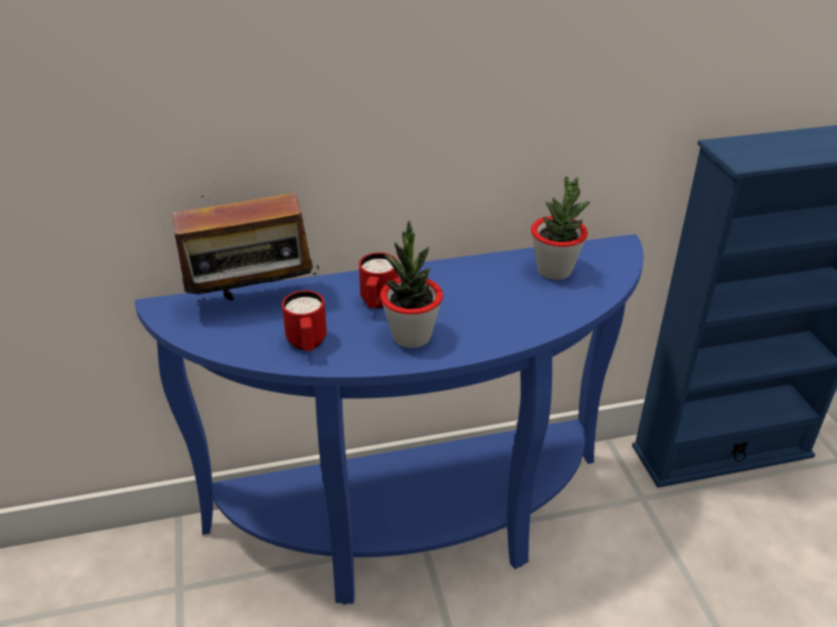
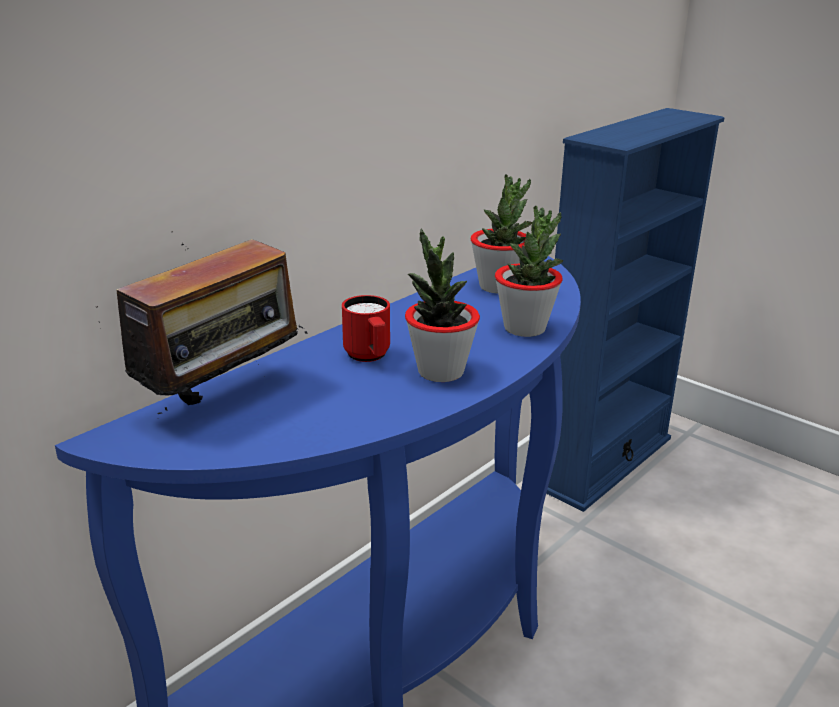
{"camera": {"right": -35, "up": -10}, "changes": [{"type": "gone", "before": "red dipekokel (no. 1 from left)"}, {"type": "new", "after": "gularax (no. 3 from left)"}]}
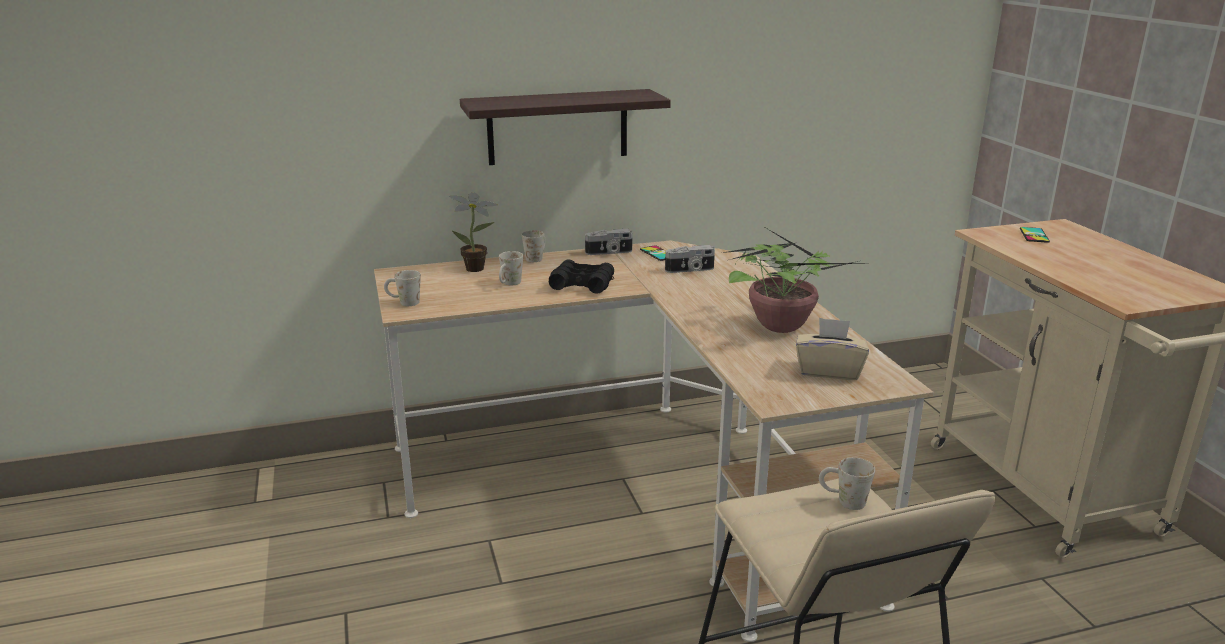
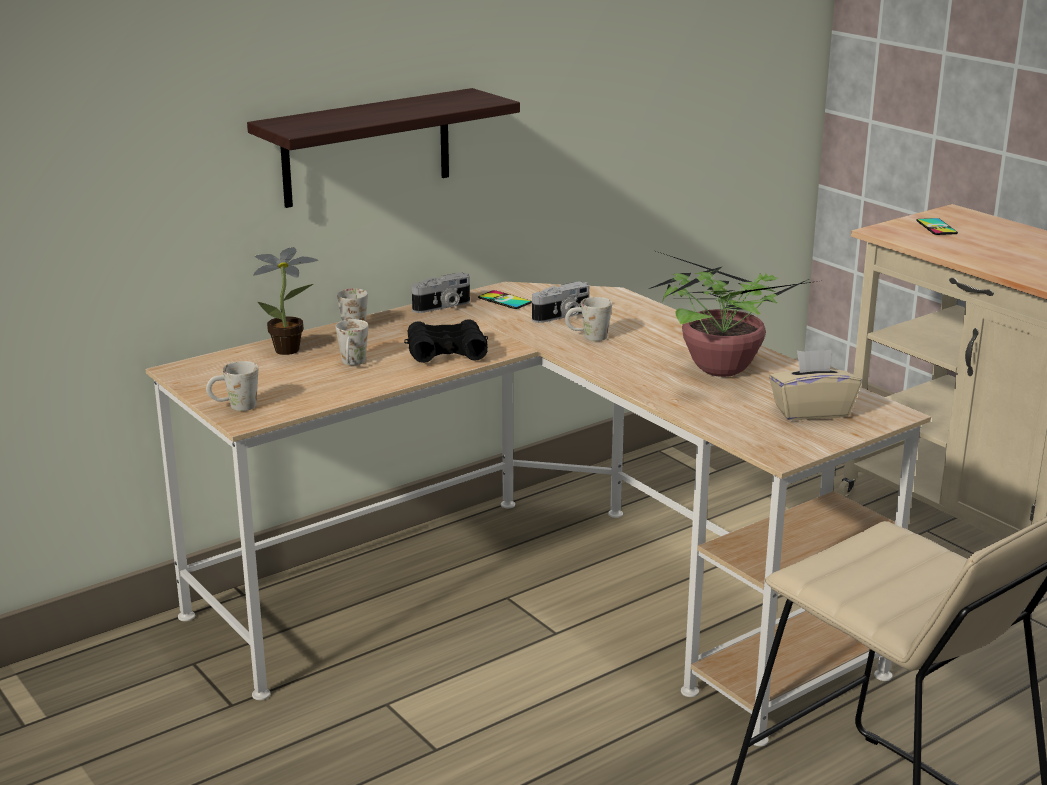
{"camera": {"right": -20, "up": 0}, "changes": [{"type": "shifted", "before": "white dipekokel (no. 4 from left)"}]}
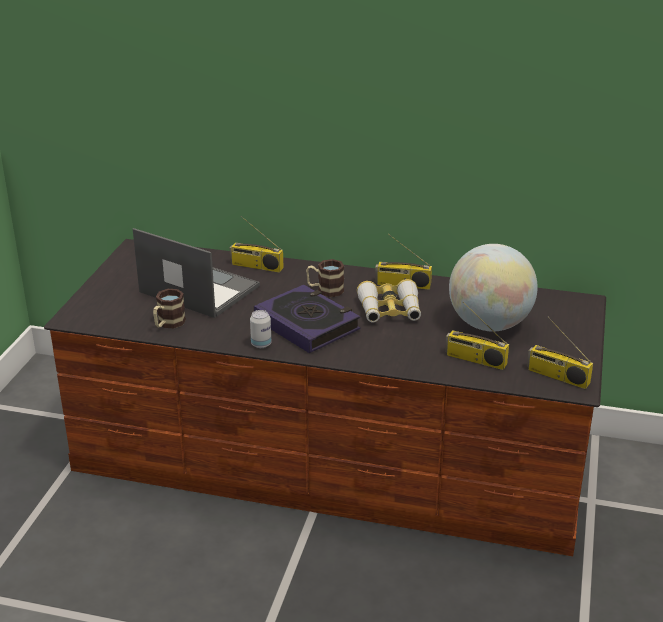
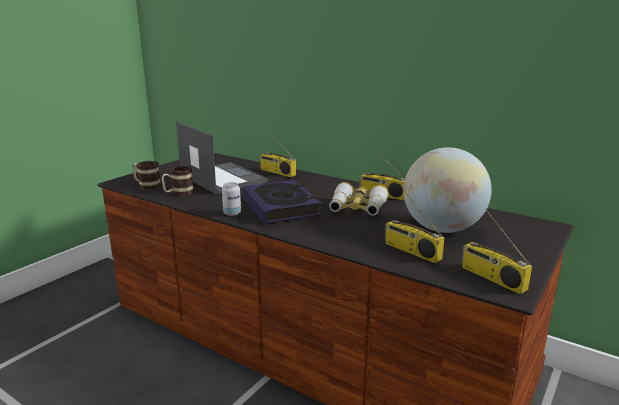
{"camera": {"right": 20, "up": -10}, "changes": [{"type": "shifted", "before": "dipekokel (no. 2 from left in the first image)", "after": "dipekokel (no. 1 from left)"}]}
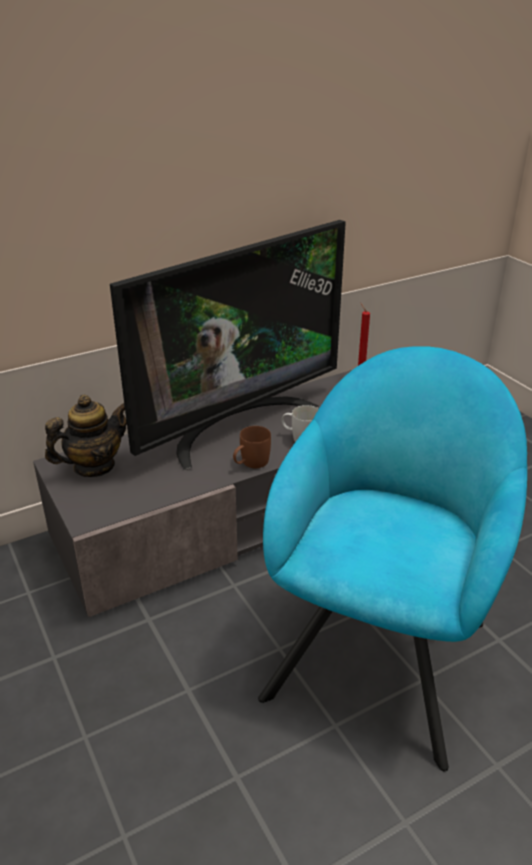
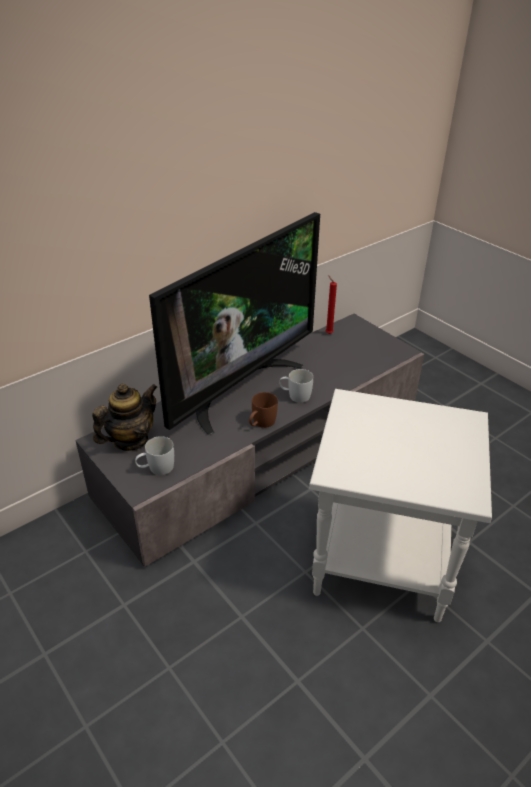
{"camera": {"right": -10, "up": 5}, "changes": [{"type": "swapped", "before": "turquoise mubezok", "after": "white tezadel"}, {"type": "new", "after": "white dipekokel (no. 1 from left)"}]}
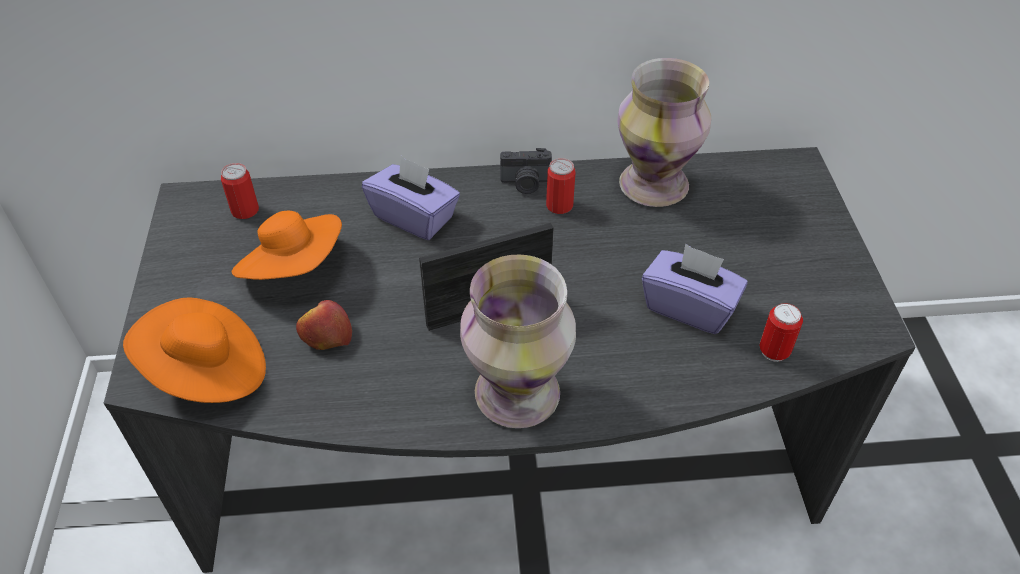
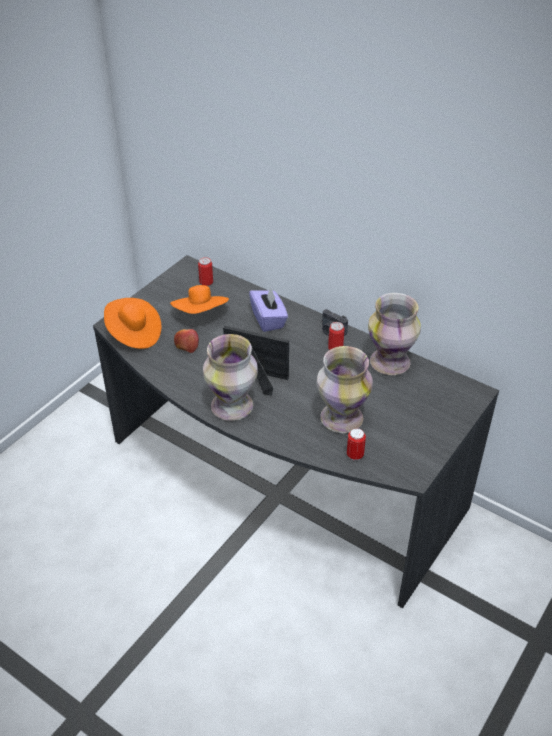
{"camera": {"right": 40, "up": -5}, "changes": [{"type": "swapped", "before": "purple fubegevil (no. 2 from left)", "after": "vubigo (no. 2 from left)"}]}
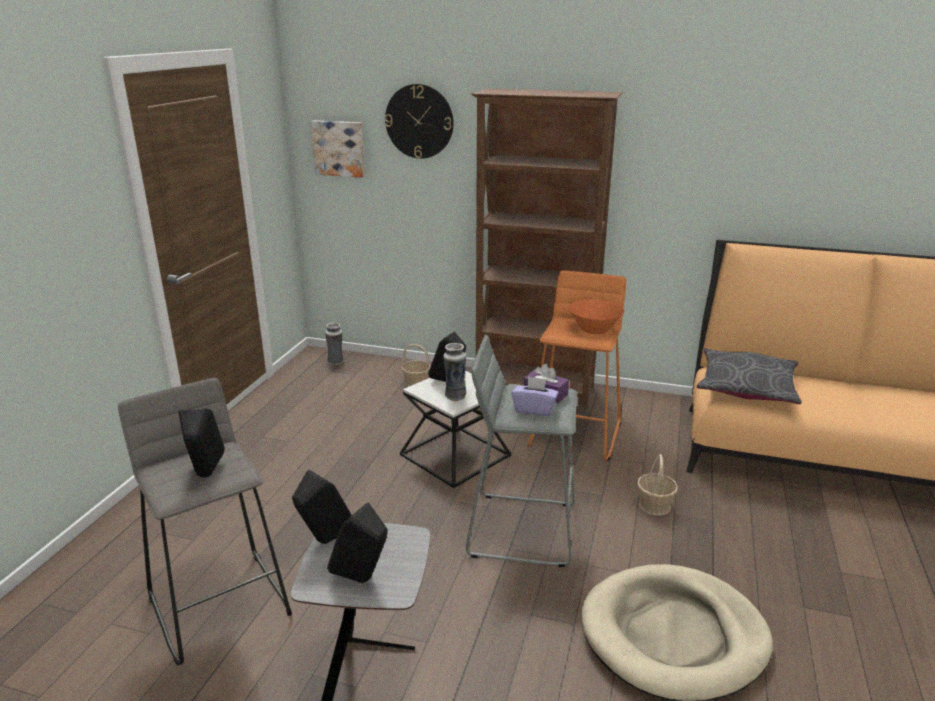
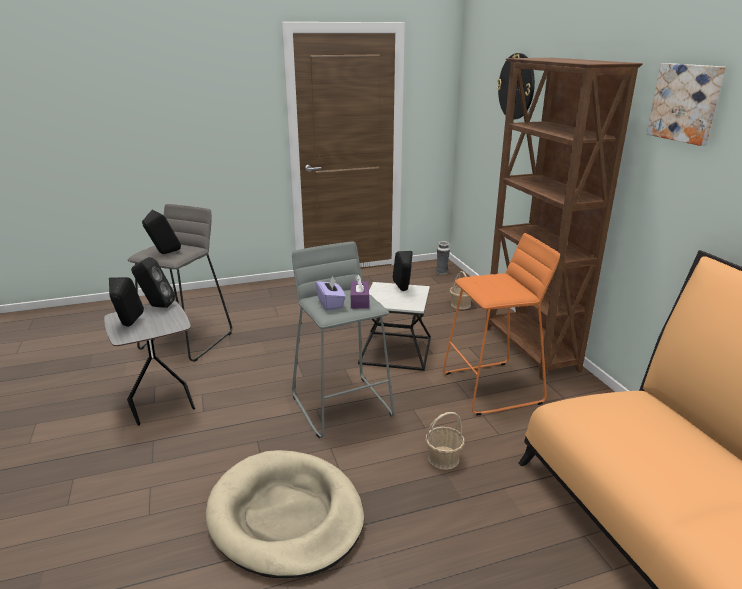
{"camera": {"right": 55, "up": 0}, "changes": [{"type": "shifted", "before": "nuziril"}, {"type": "gone", "before": "vubigo (no. 2 from left)"}, {"type": "gone", "before": "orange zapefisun"}, {"type": "gone", "before": "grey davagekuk"}]}
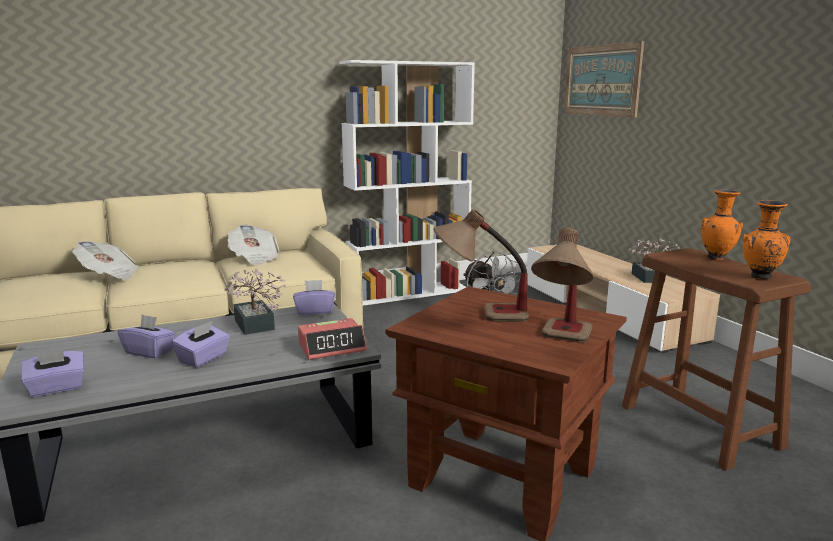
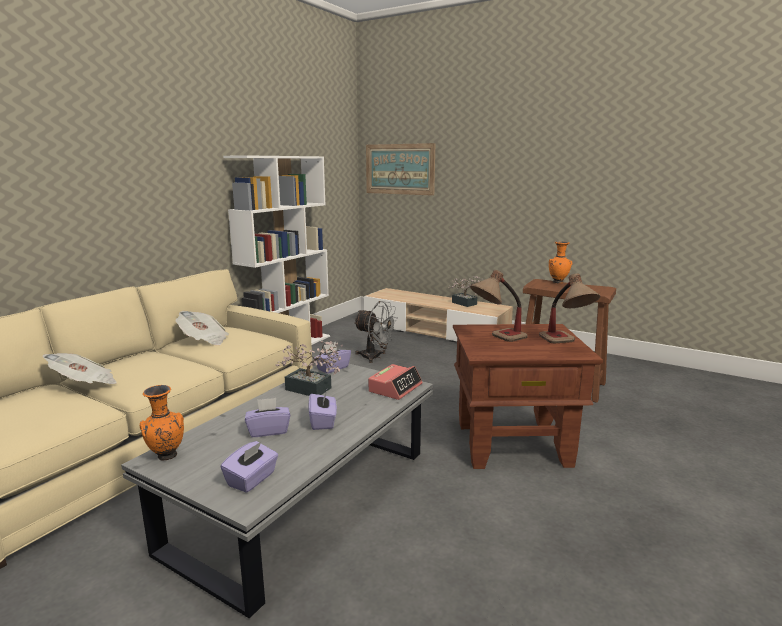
{"camera": {"right": -35, "up": 0}, "changes": [{"type": "shifted", "before": "orange vubigo (no. 2 from left in the first image)", "after": "orange vubigo (no. 1 from left)"}]}
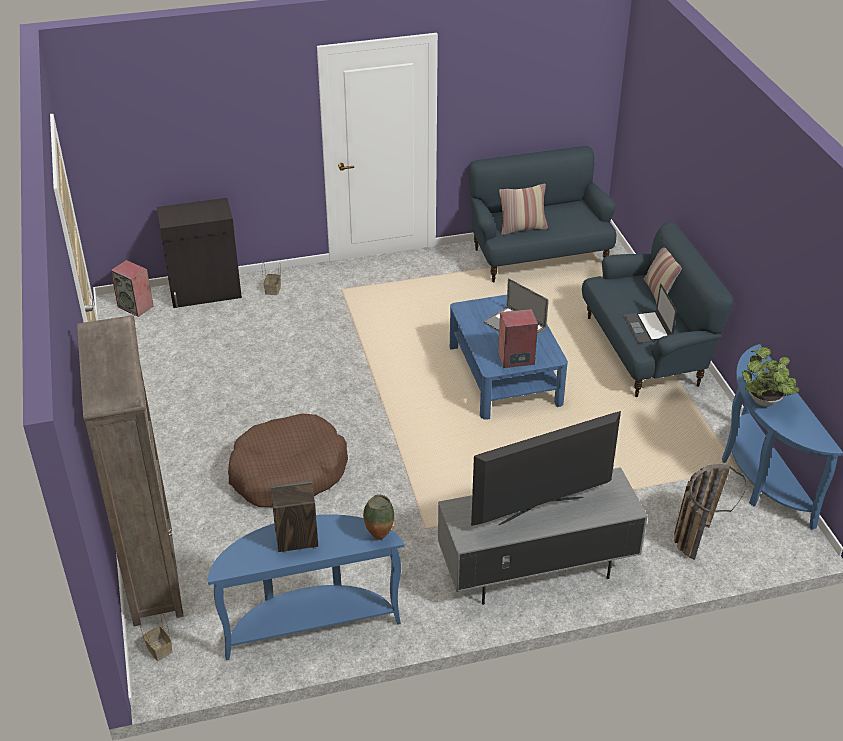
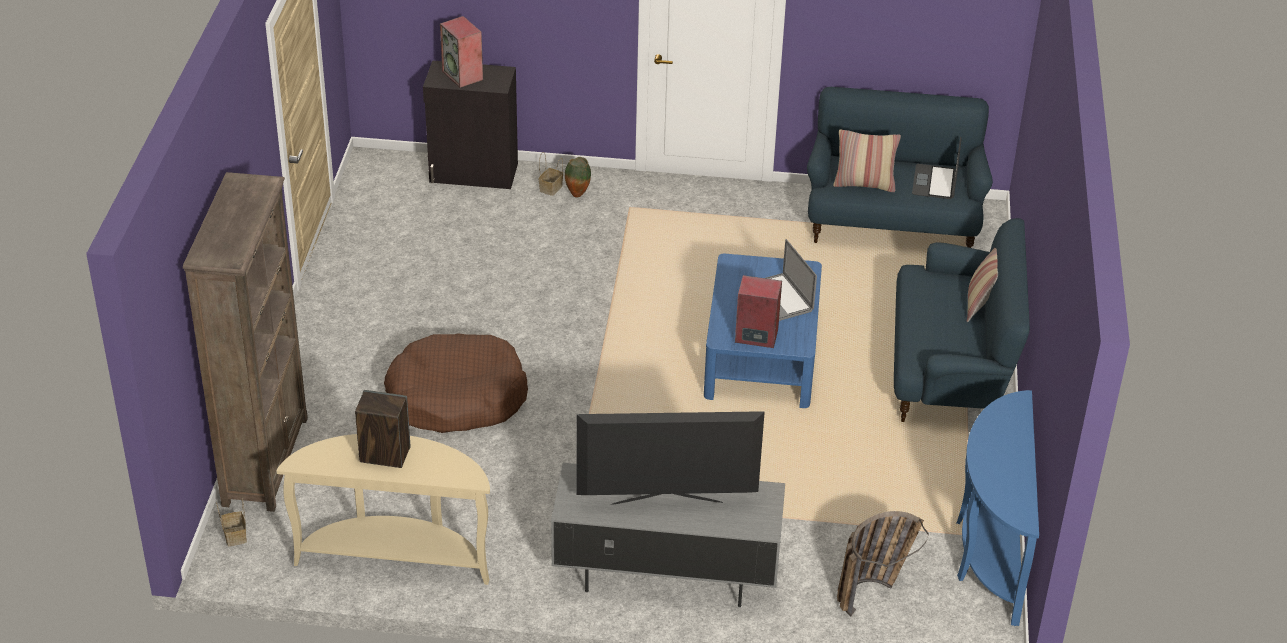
{"camera": {"right": 20, "up": 0}, "changes": [{"type": "shifted", "before": "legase (no. 1 from left in the first image)", "after": "legase (no. 2 from left)"}, {"type": "repainted", "before": "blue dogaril (no. 1 from left)", "after": "beige dogaril"}, {"type": "shifted", "before": "vubigo"}, {"type": "shifted", "before": "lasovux (no. 2 from left)"}, {"type": "gone", "before": "gularax"}]}
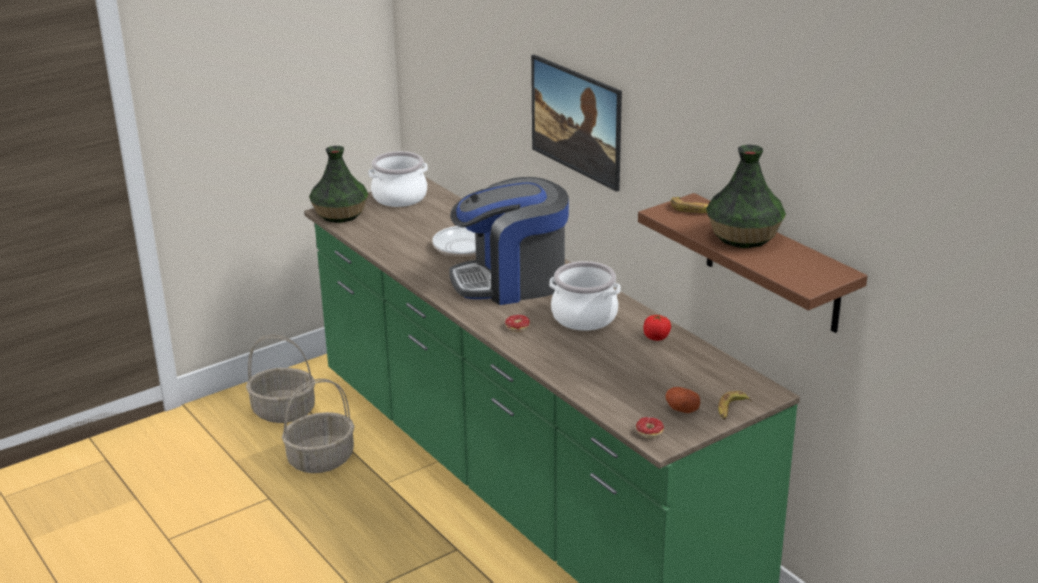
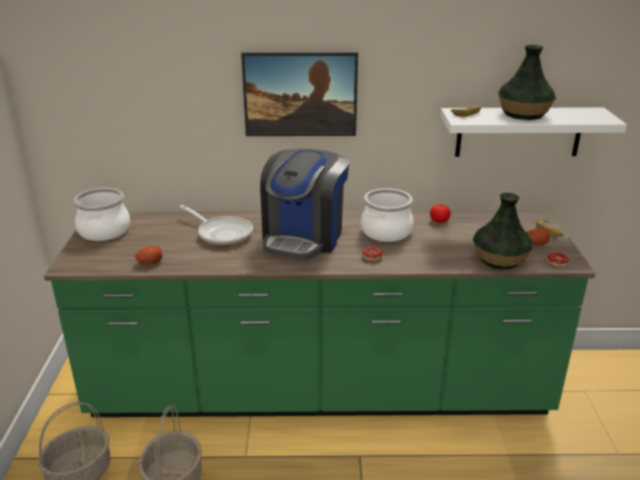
{"camera": {"right": -55, "up": 0}, "changes": [{"type": "shifted", "before": "vubigo (no. 1 from left)"}, {"type": "repainted", "before": "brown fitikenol", "after": "white fitikenol"}, {"type": "new", "after": "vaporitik (no. 1 from left)"}]}
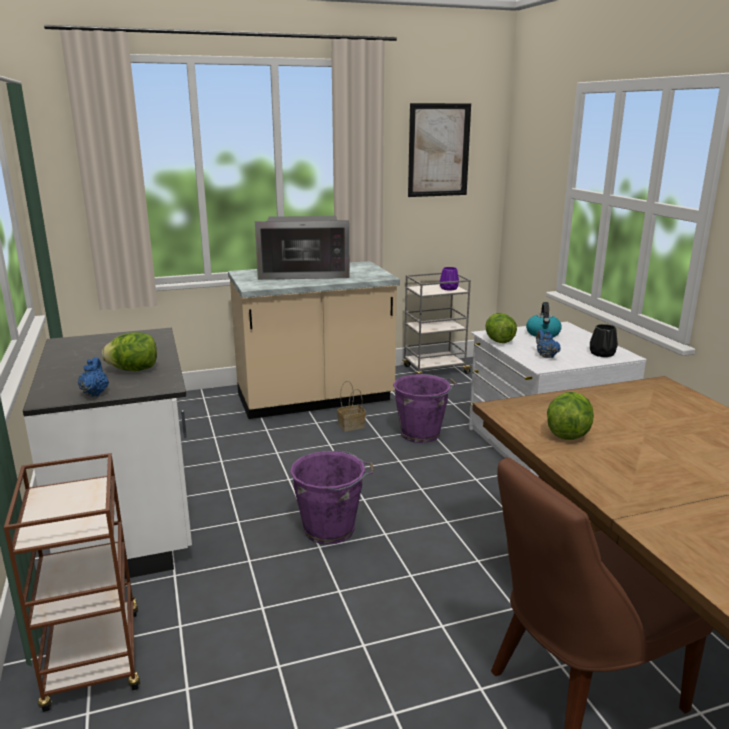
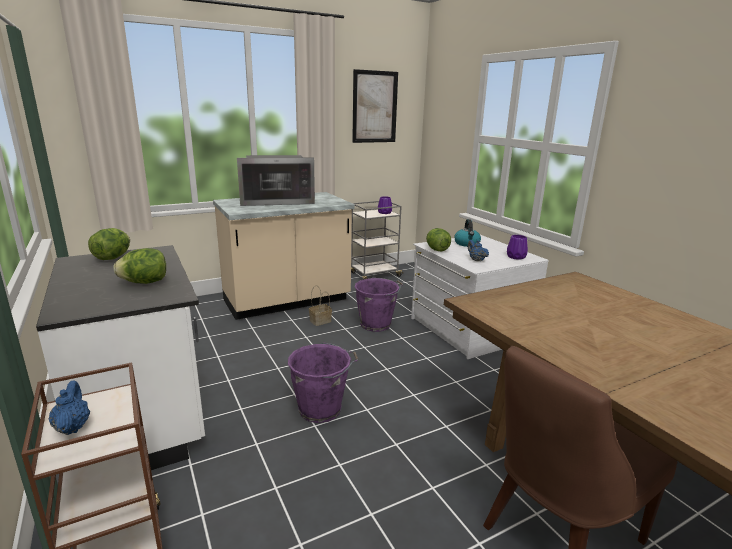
{"camera": {"right": -10, "up": 0}, "changes": [{"type": "shifted", "before": "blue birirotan (no. 1 from left)"}, {"type": "shifted", "before": "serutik (no. 3 from left in the first image)", "after": "serutik (no. 1 from left)"}, {"type": "repainted", "before": "black vubigo", "after": "purple vubigo (no. 2 from left)"}]}
